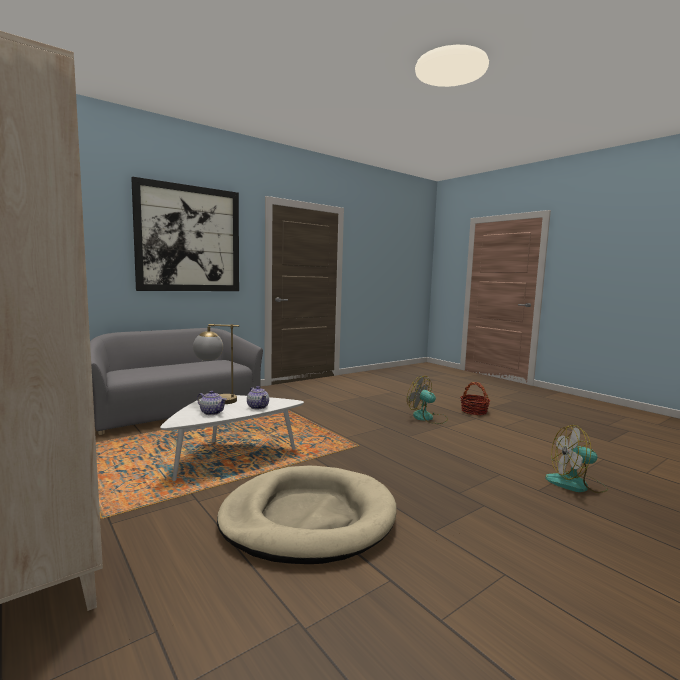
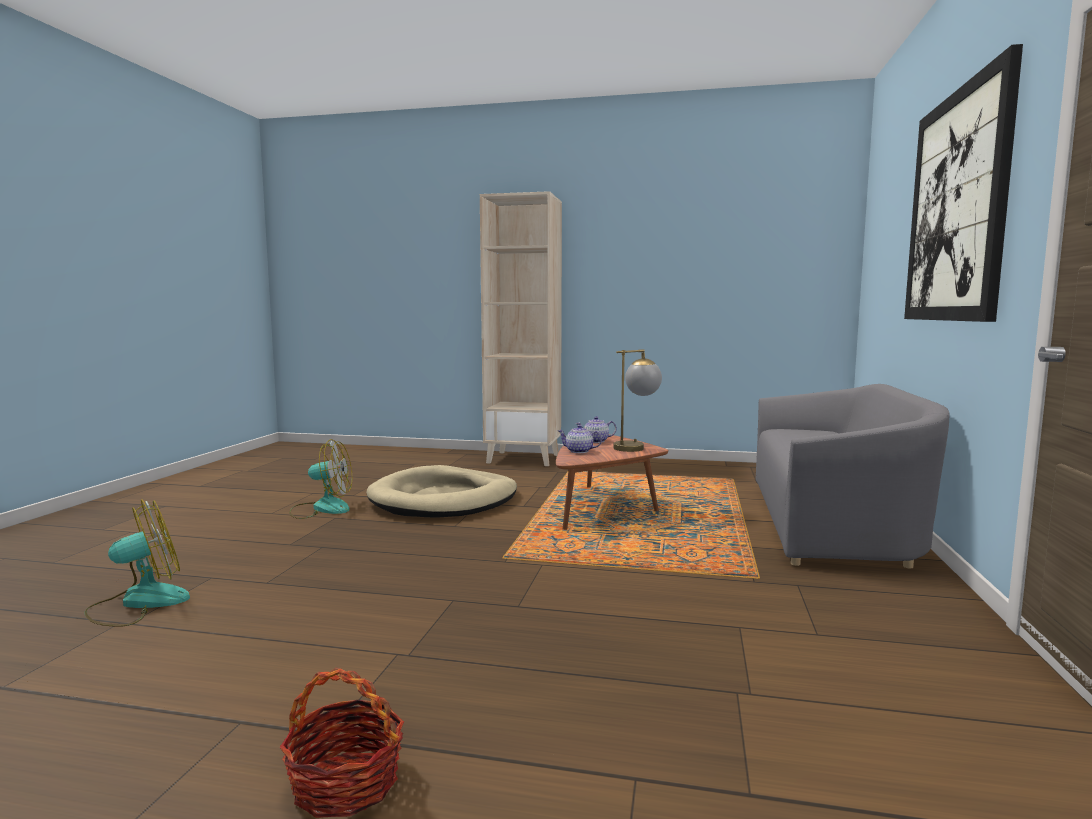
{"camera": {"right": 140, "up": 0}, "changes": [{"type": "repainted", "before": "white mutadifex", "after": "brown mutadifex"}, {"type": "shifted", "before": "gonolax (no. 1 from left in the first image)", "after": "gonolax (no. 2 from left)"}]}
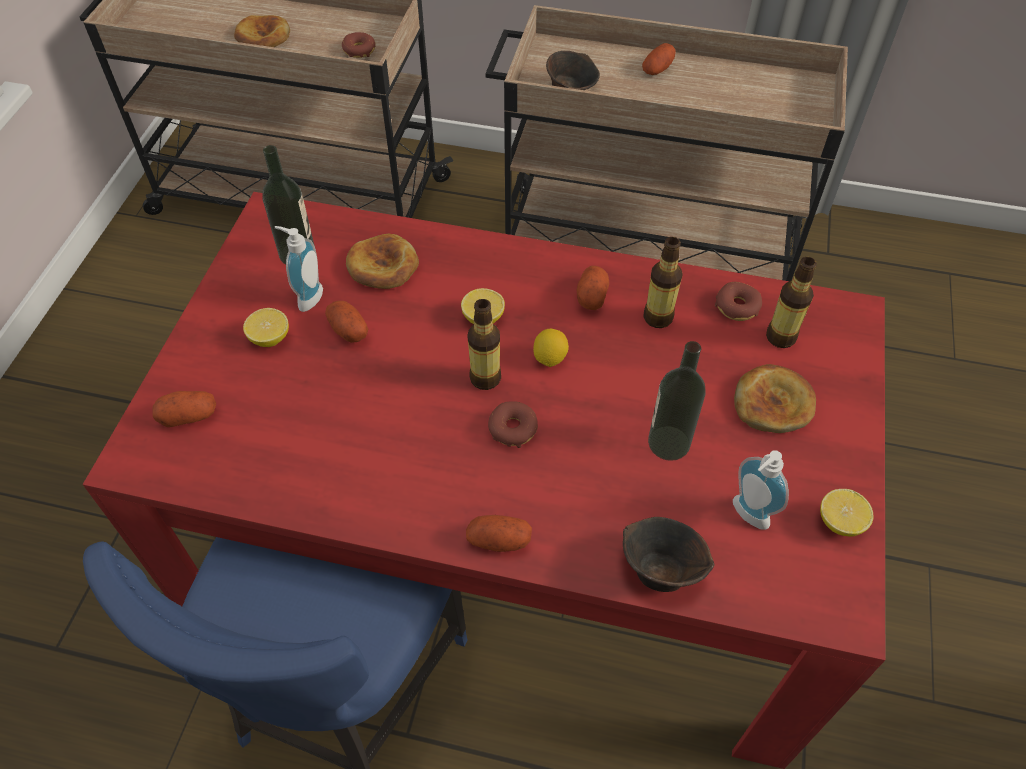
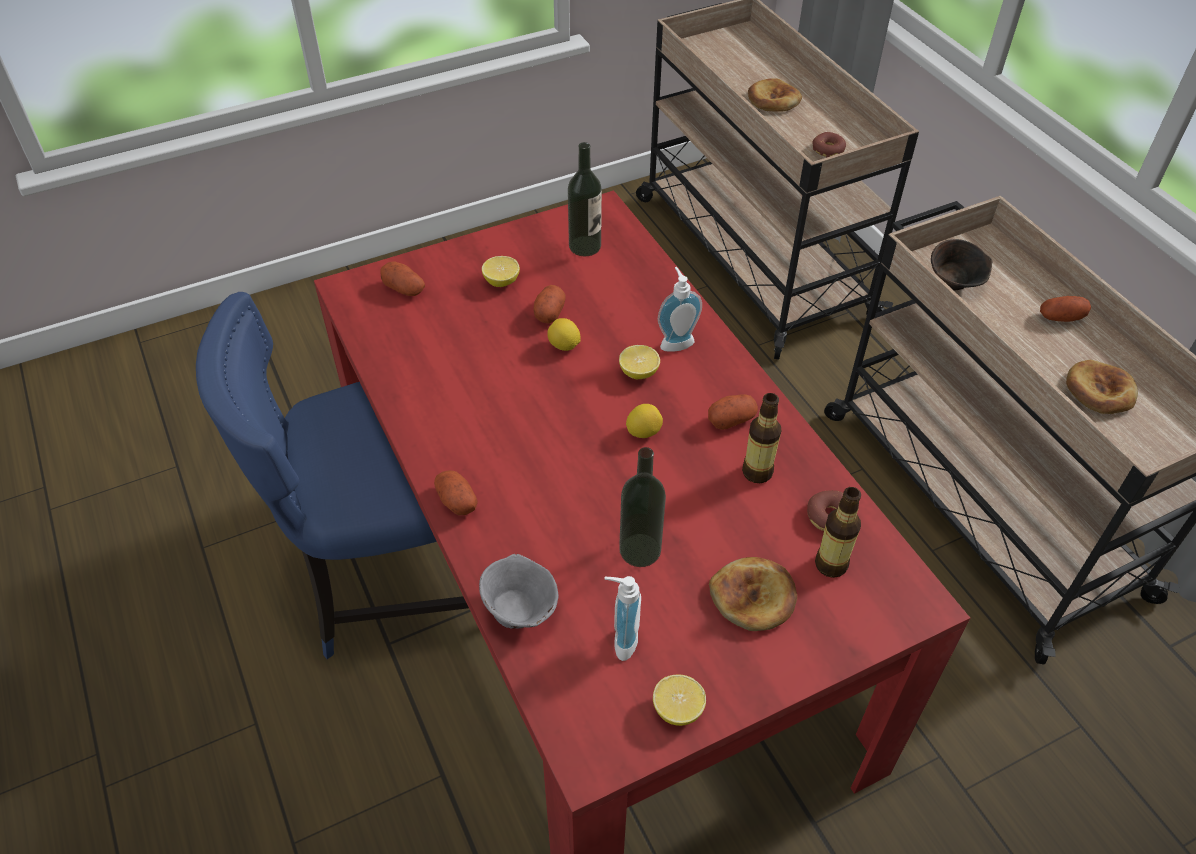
{"camera": {"right": 50, "up": -5}, "changes": [{"type": "shifted", "before": "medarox (no. 1 from left in the first image)", "after": "medarox (no. 2 from left)"}, {"type": "shifted", "before": "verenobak (no. 2 from left in the first image)", "after": "verenobak (no. 3 from left)"}, {"type": "gone", "before": "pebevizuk (no. 2 from left)"}, {"type": "gone", "before": "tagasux (no. 2 from left)"}, {"type": "repainted", "before": "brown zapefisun (no. 2 from left)", "after": "grey zapefisun"}, {"type": "new", "after": "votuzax (no. 2 from left)"}]}
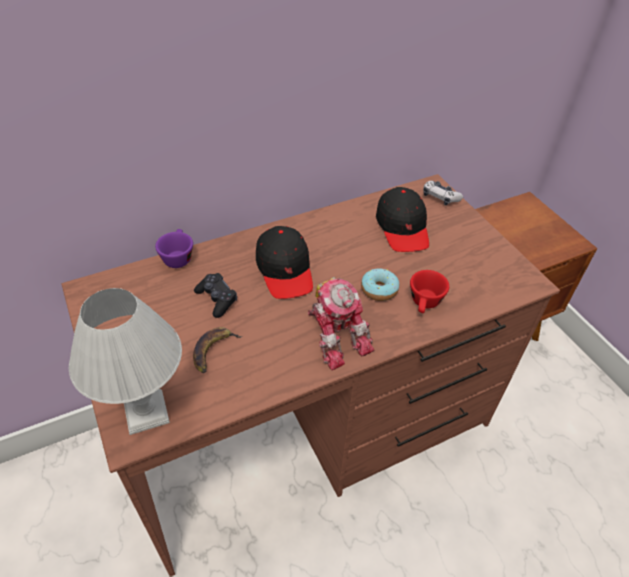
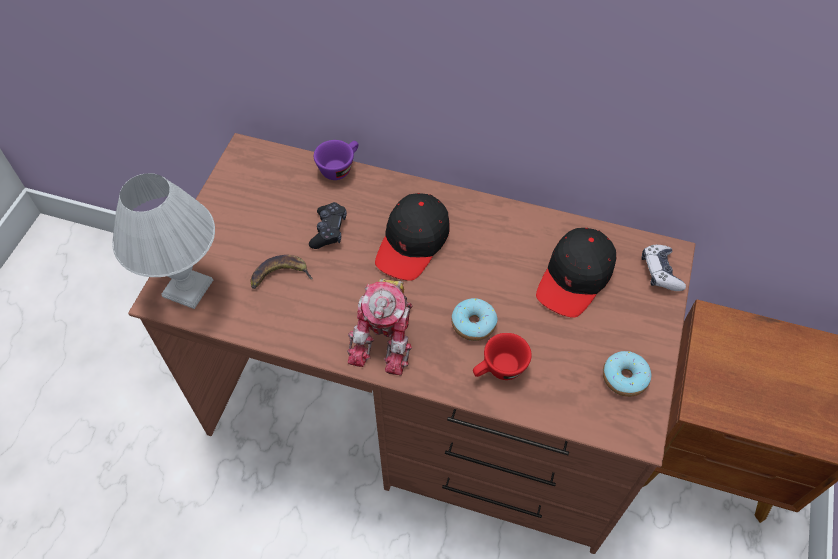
{"camera": {"right": 45, "up": 10}, "changes": [{"type": "new", "after": "tagasux (no. 2 from left)"}]}
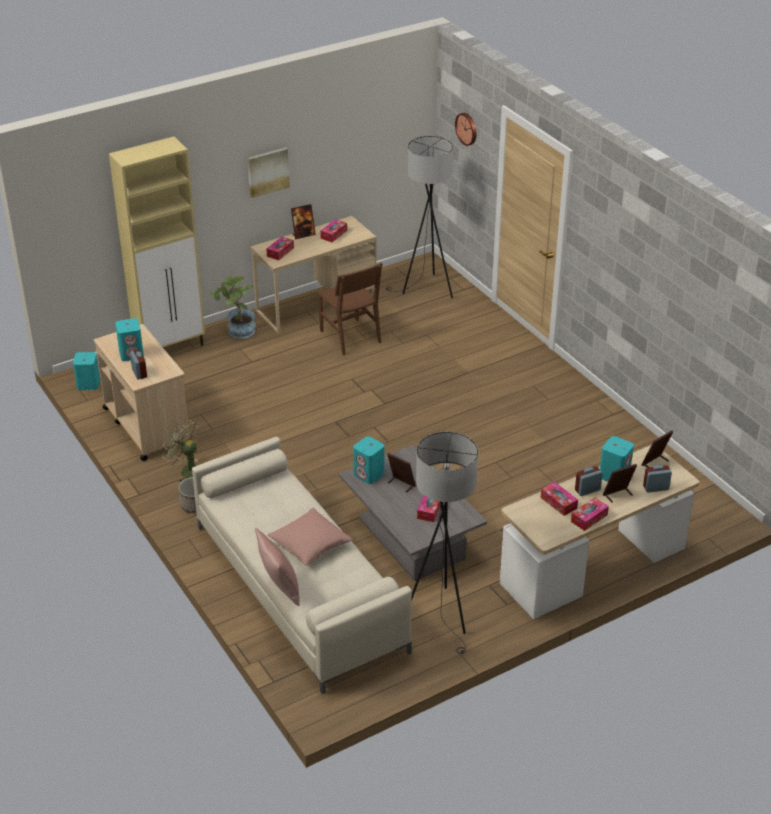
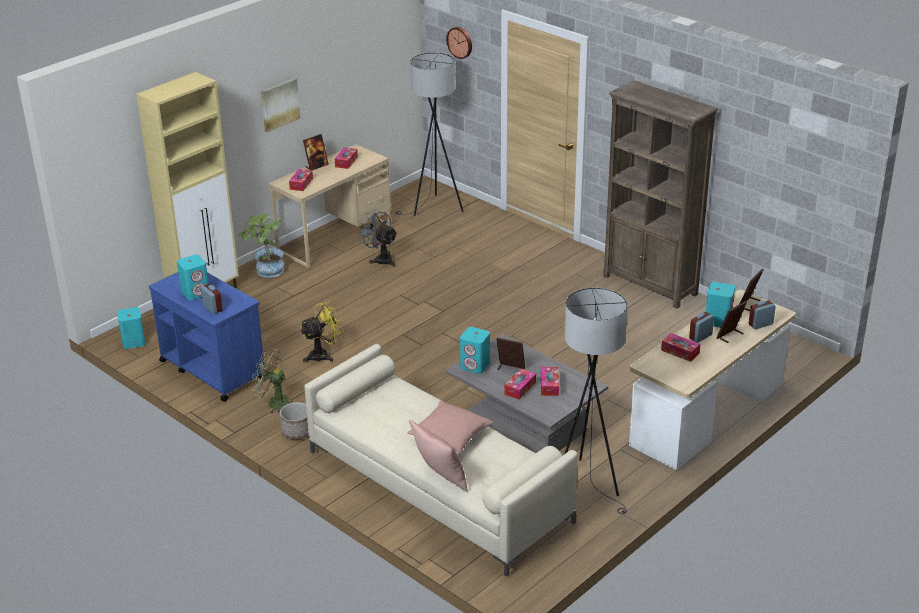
{"camera": {"right": -15, "up": -5}, "changes": [{"type": "repainted", "before": "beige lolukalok", "after": "blue lolukalok"}, {"type": "swapped", "before": "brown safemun", "after": "grey gonolax"}, {"type": "shifted", "before": "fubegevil (no. 5 from left in the first image)", "after": "fubegevil (no. 3 from left)"}, {"type": "new", "after": "yellow gonolax"}, {"type": "new", "after": "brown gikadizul"}]}
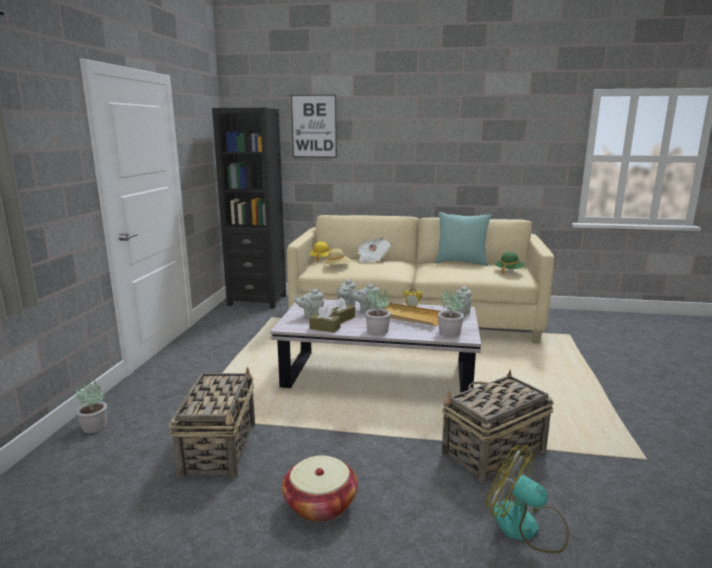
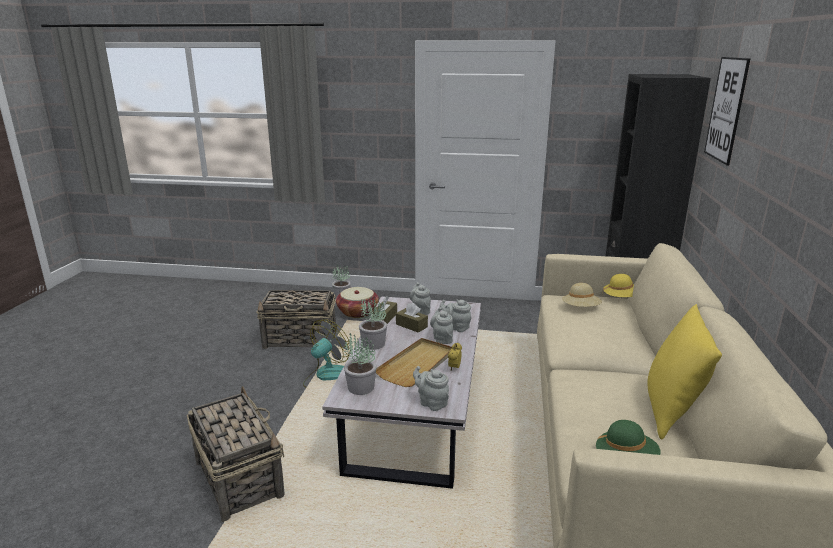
{"camera": {"right": 90, "up": 5}, "changes": [{"type": "shifted", "before": "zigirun (no. 2 from left in the first image)", "after": "zigirun (no. 3 from left)"}, {"type": "gone", "before": "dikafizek"}, {"type": "repainted", "before": "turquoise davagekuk", "after": "yellow davagekuk"}, {"type": "shifted", "before": "gonolax"}]}
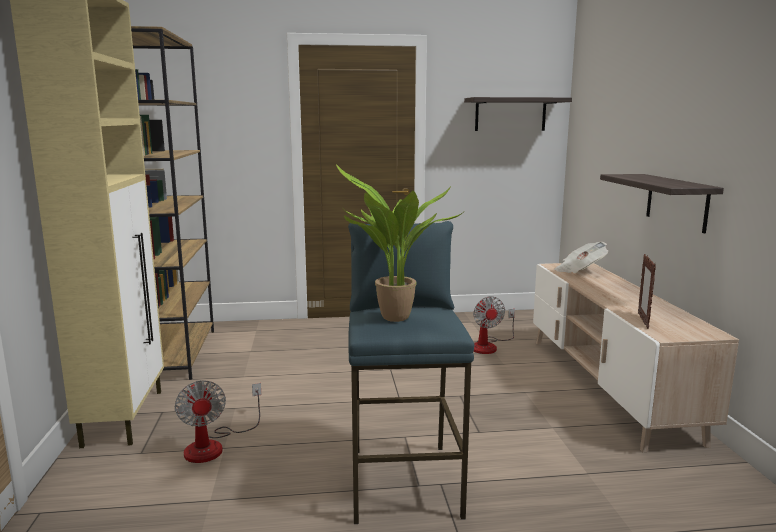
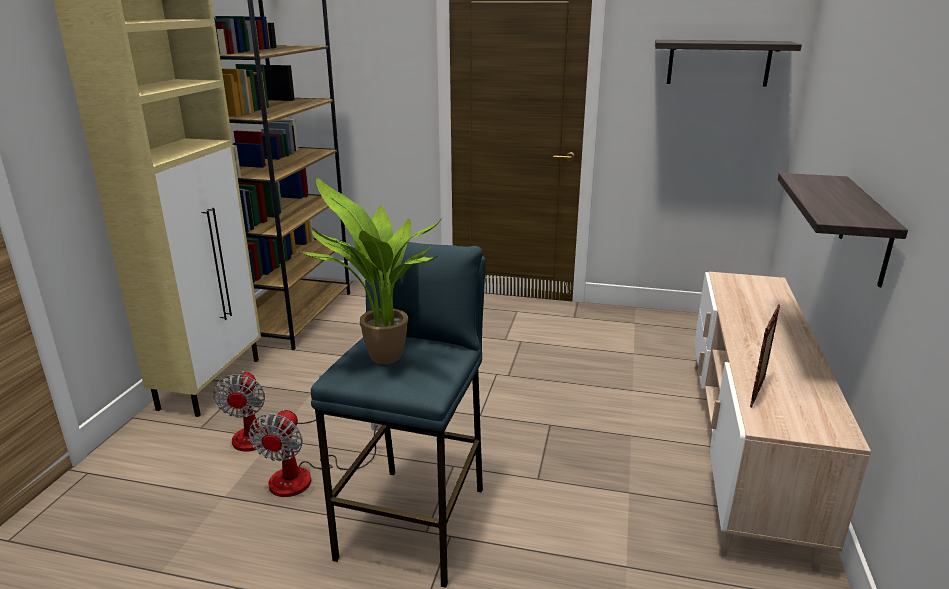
{"camera": {"right": 20, "up": 10}, "changes": [{"type": "shifted", "before": "gonolax (no. 2 from left)"}, {"type": "gone", "before": "dikafizek"}]}
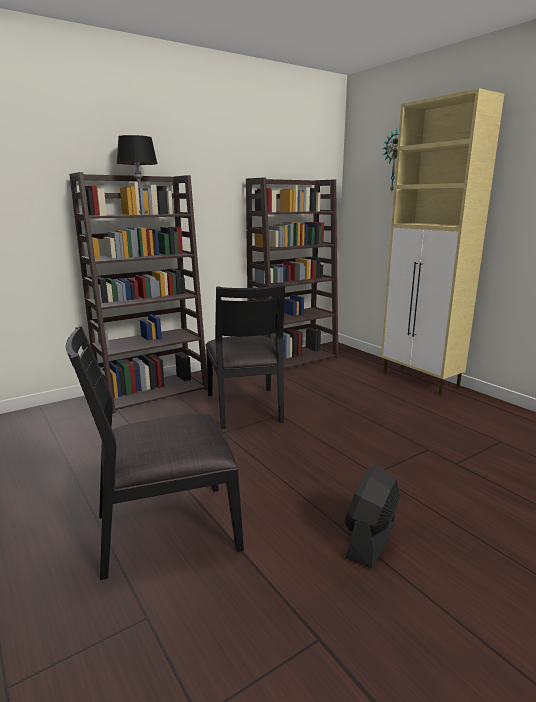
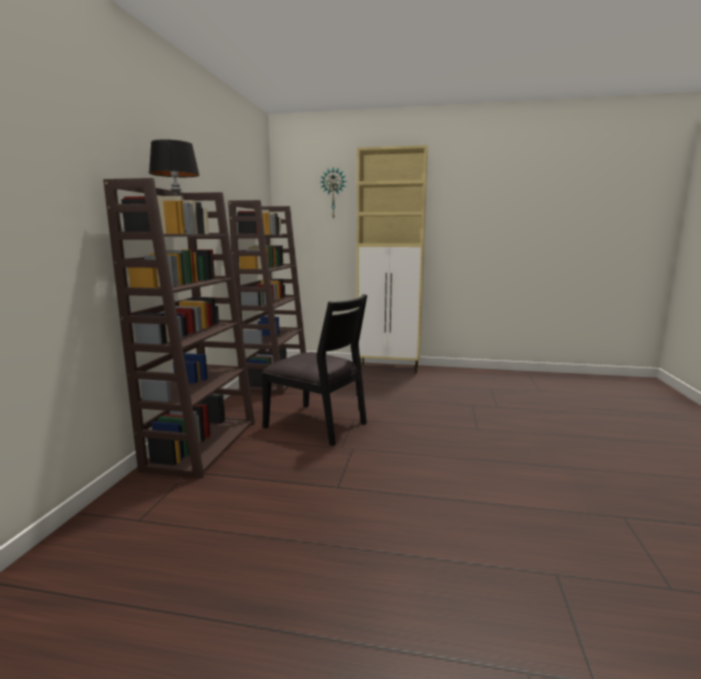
{"camera": {"right": -45, "up": -5}, "changes": [{"type": "gone", "before": "black safemun (no. 1 from left)"}, {"type": "gone", "before": "black gonolax"}]}
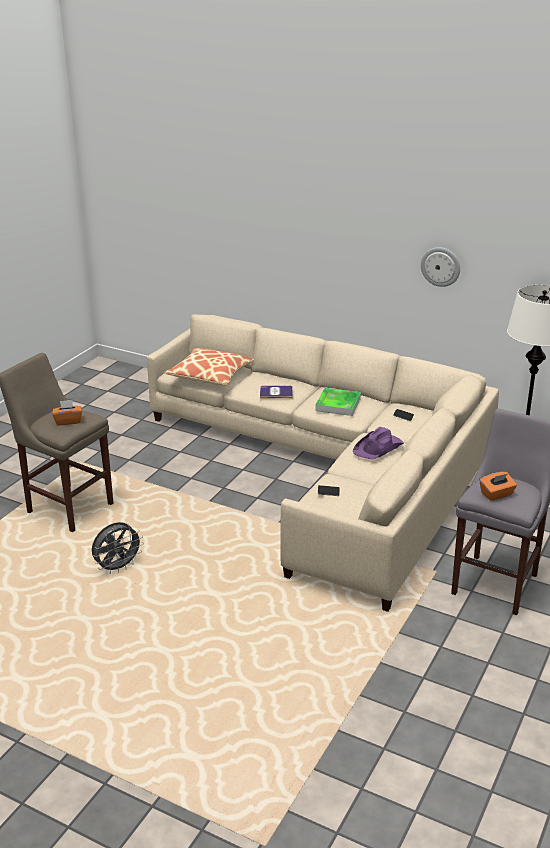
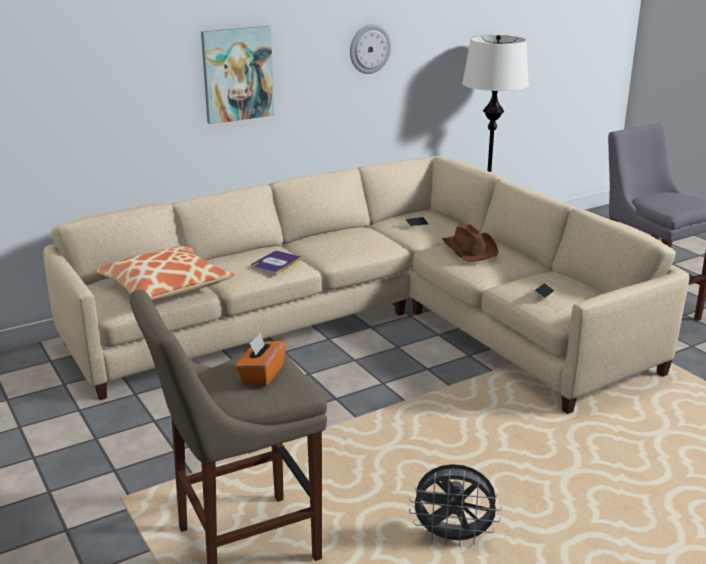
{"camera": {"right": -60, "up": -5}, "changes": [{"type": "rotated", "before": "grey gonolax", "turn": 105}, {"type": "gone", "before": "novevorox"}, {"type": "repainted", "before": "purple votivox", "after": "brown votivox"}, {"type": "gone", "before": "orange fubegevil (no. 2 from left)"}, {"type": "new", "after": "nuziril"}]}
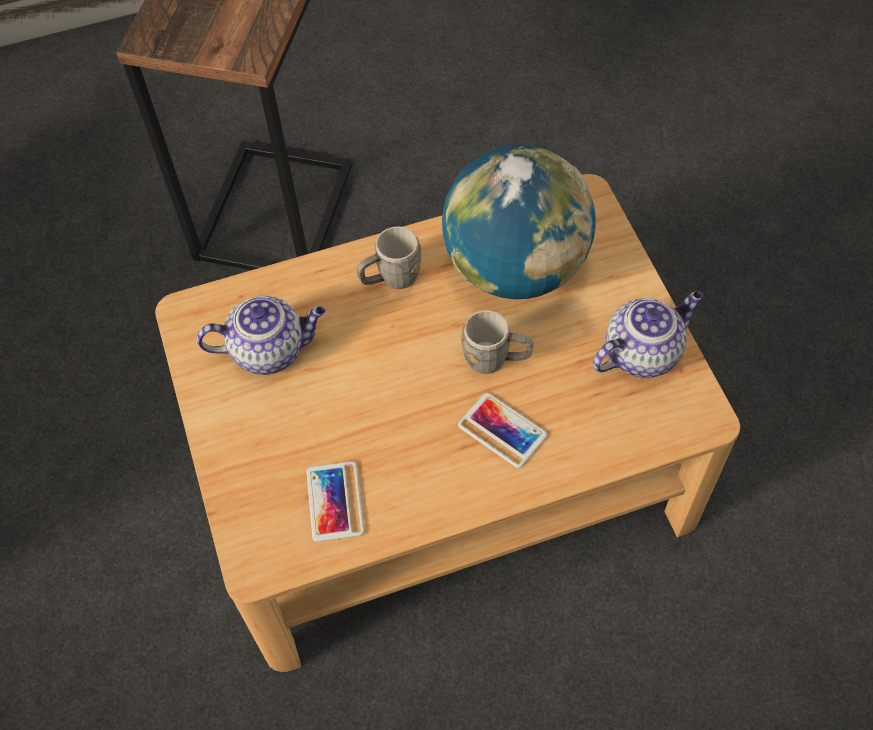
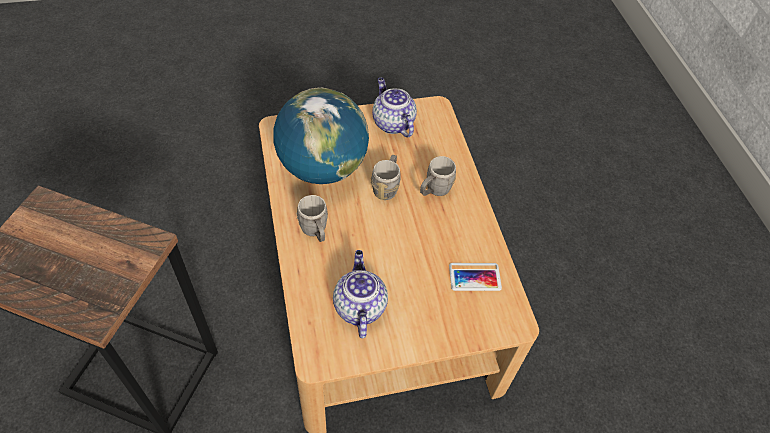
{"camera": {"right": -90, "up": -5}, "changes": [{"type": "swapped", "before": "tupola (no. 2 from left)", "after": "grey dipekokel (no. 3 from left)"}]}
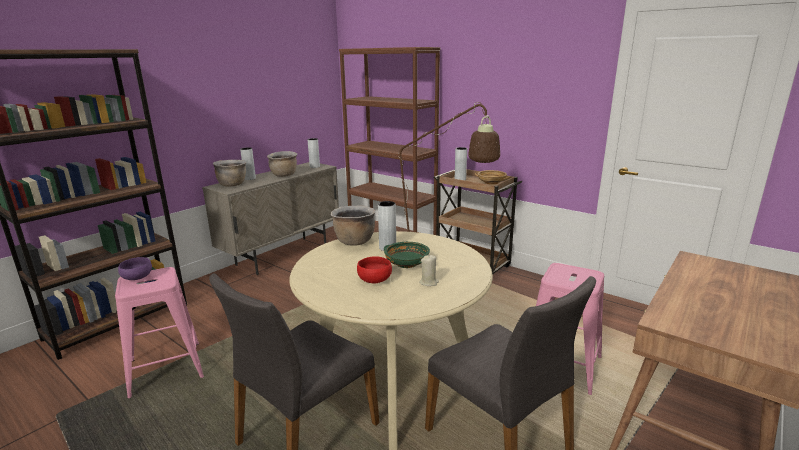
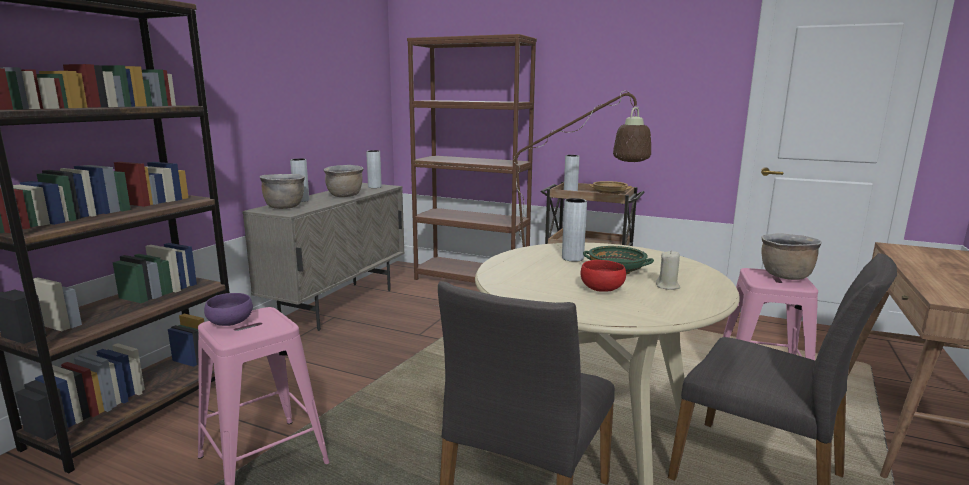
{"camera": {"right": -15, "up": -5}, "changes": [{"type": "shifted", "before": "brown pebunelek (no. 3 from left)"}]}
